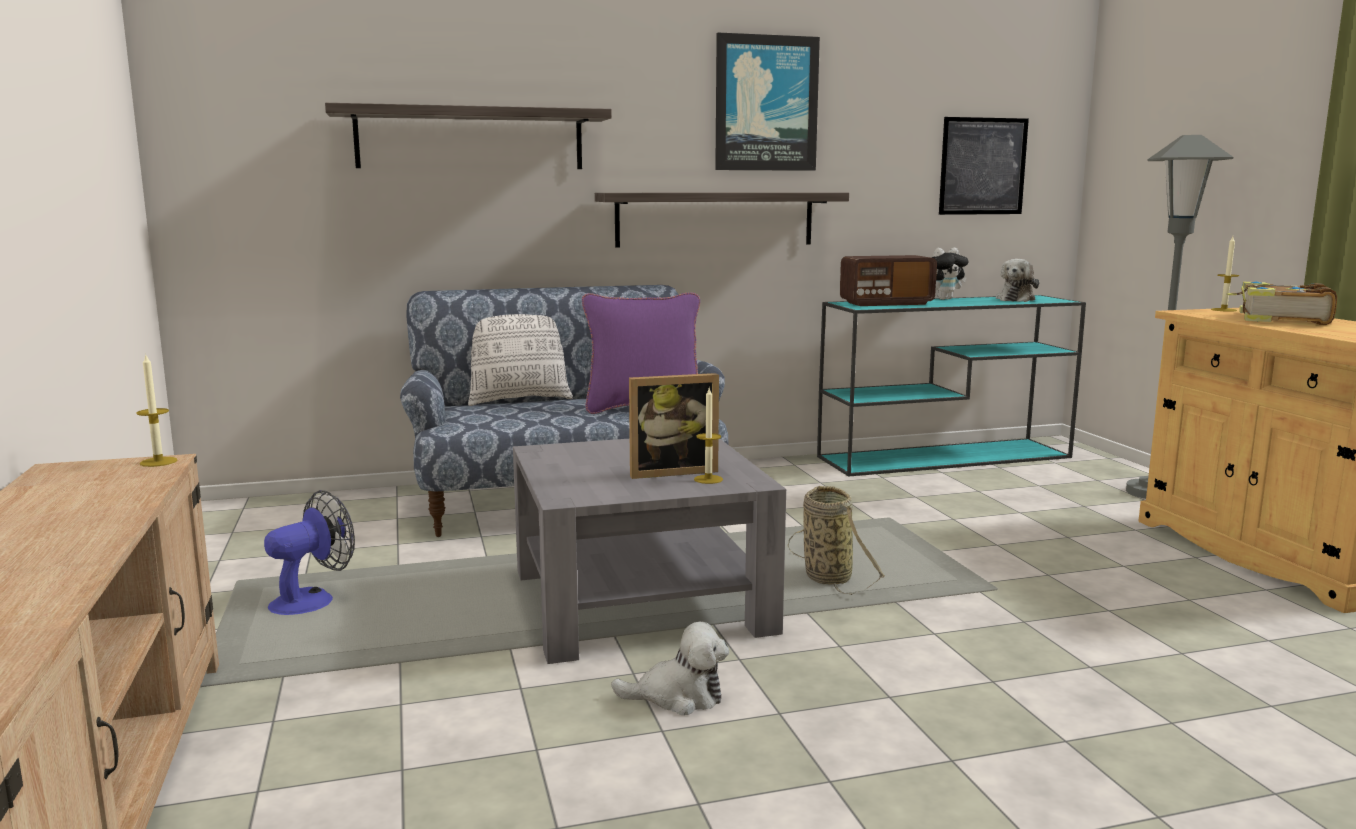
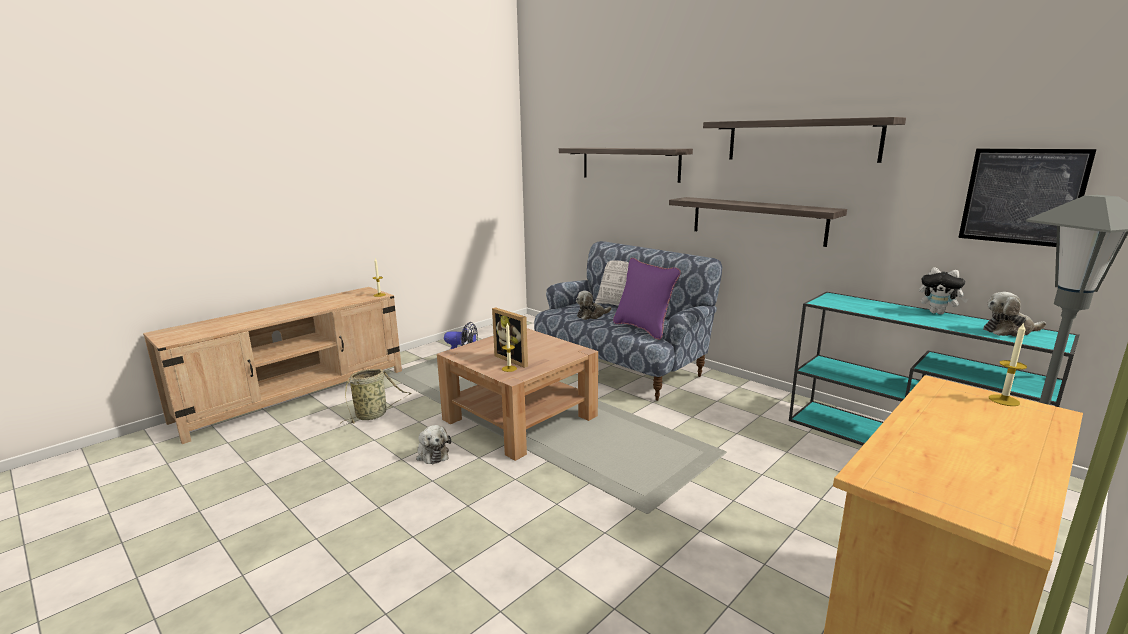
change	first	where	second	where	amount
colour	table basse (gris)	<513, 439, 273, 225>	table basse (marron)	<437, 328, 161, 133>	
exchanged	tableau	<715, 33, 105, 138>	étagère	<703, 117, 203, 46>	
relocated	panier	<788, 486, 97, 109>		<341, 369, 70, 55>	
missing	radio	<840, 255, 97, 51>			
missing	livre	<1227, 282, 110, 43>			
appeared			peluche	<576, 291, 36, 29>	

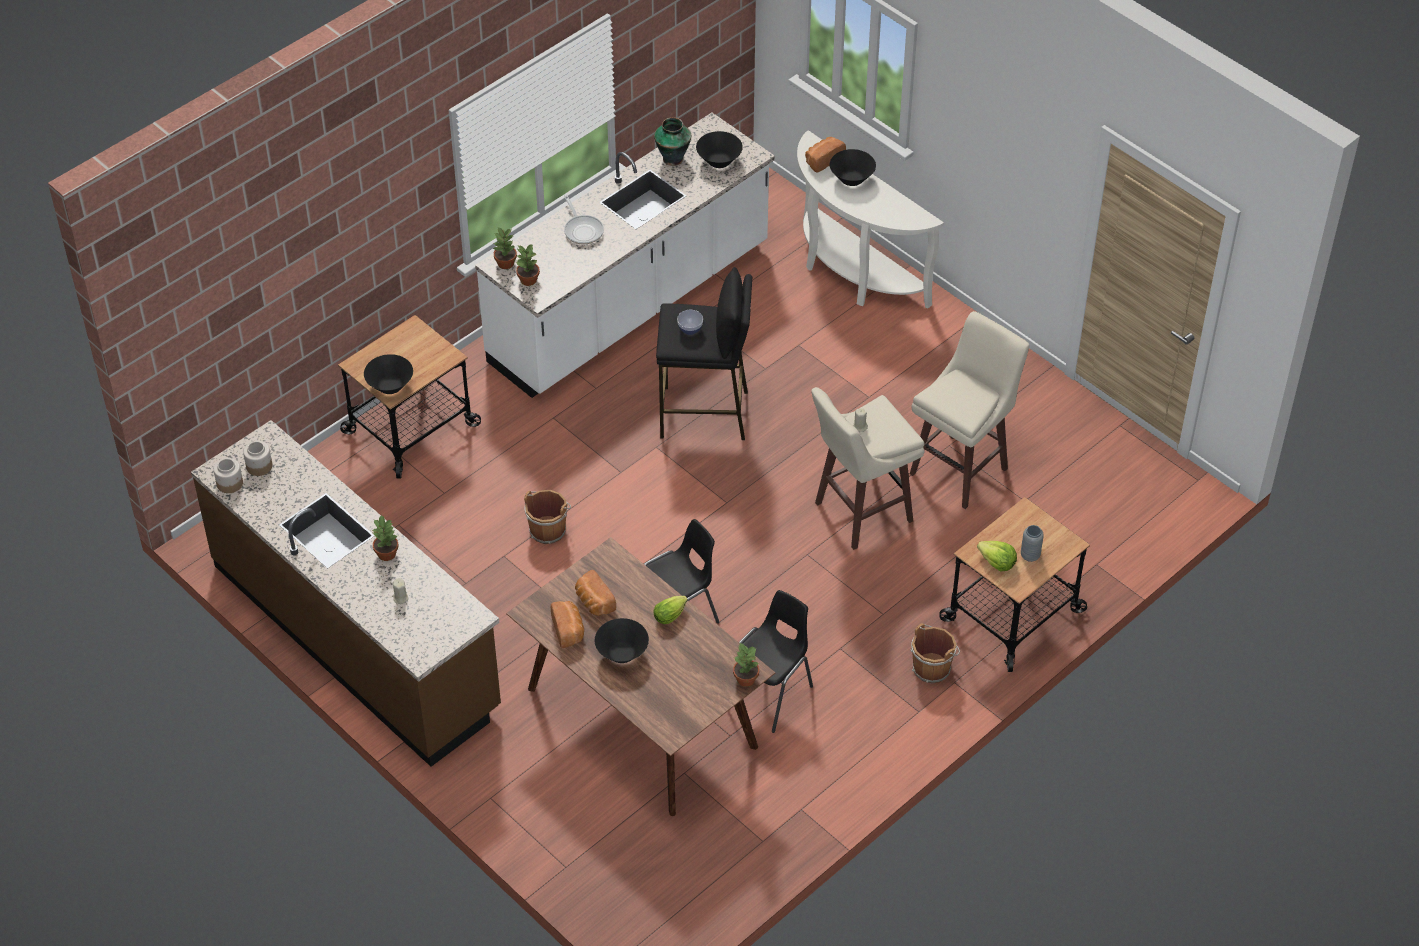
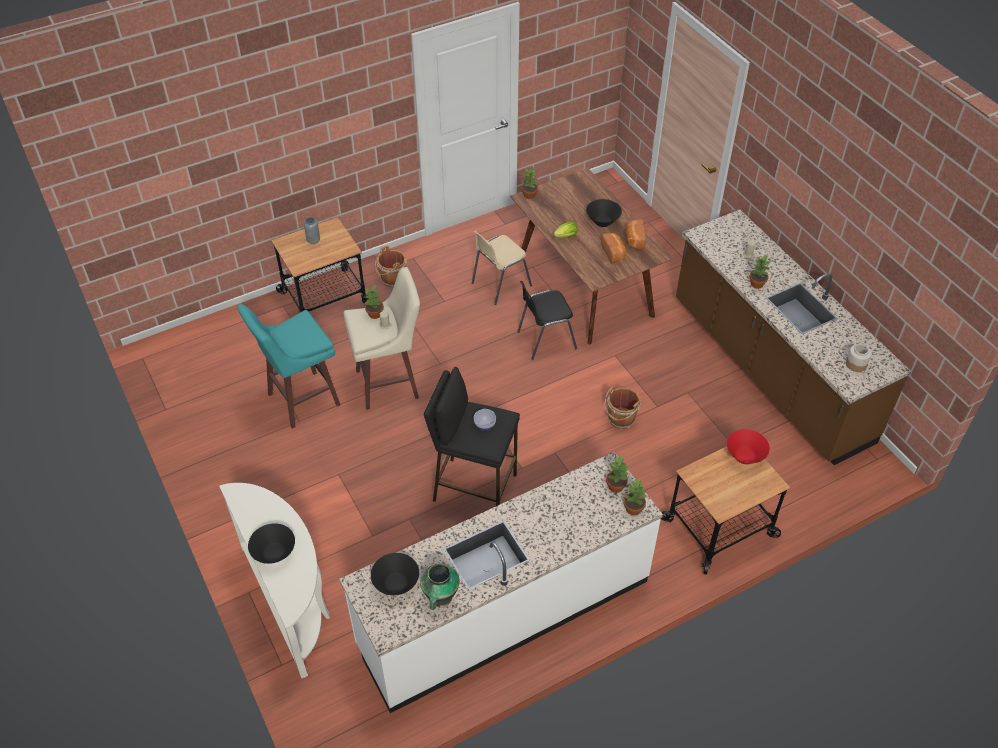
change	first	where	second	where	amount
missing	bocal	<213, 458, 30, 35>			
colour	bol (noir)	<364, 354, 49, 40>	bol (rouge)	<727, 429, 43, 35>	
missing	poêle	<564, 195, 40, 49>			
colour	chaise (noir)	<739, 590, 74, 143>	chaise (beige)	<472, 231, 60, 74>	
missing	pain	<805, 137, 41, 36>			
colour	tabouret (beige)	<910, 311, 120, 198>	tabouret (turquoise)	<237, 304, 103, 125>	
missing	laitue	<977, 541, 40, 30>			
appeared			plante en pot	<365, 285, 19, 34>	

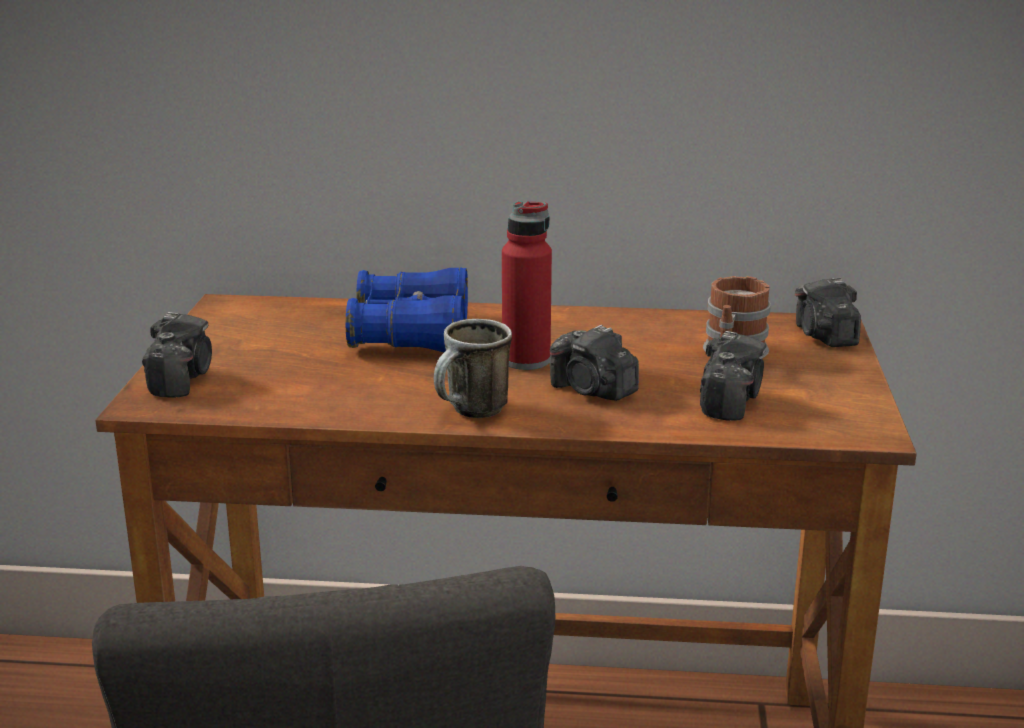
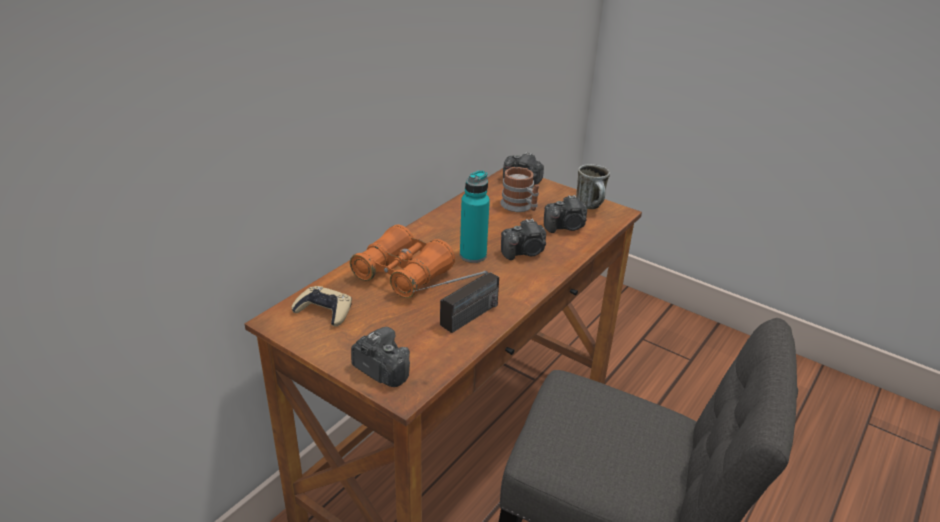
change	first	where	second	where	amount
colour	jumelles (bleu)	<346, 267, 122, 85>	jumelles (orange)	<350, 225, 105, 73>	
relocated	mug	<433, 319, 79, 99>		<576, 164, 34, 45>	
colour	bouteille (rouge)	<502, 201, 50, 169>	bouteille (turquoise)	<460, 170, 30, 93>	
spun	appareil photo	<700, 331, 66, 90>		<544, 195, 43, 38>	120 degrees clockwise
appeared			manette (beige)	<292, 286, 60, 40>	
appeared			radio	<413, 271, 86, 62>	

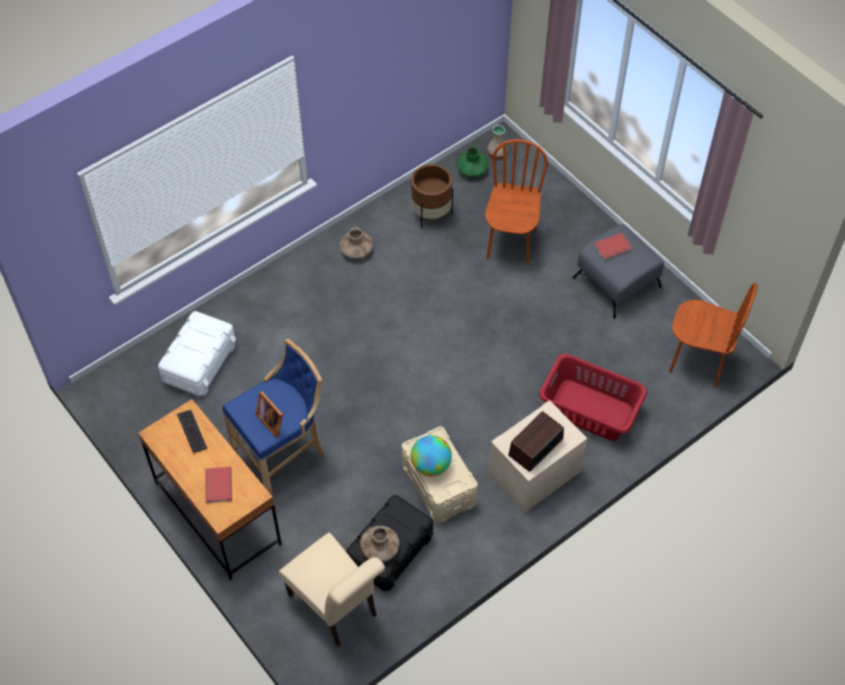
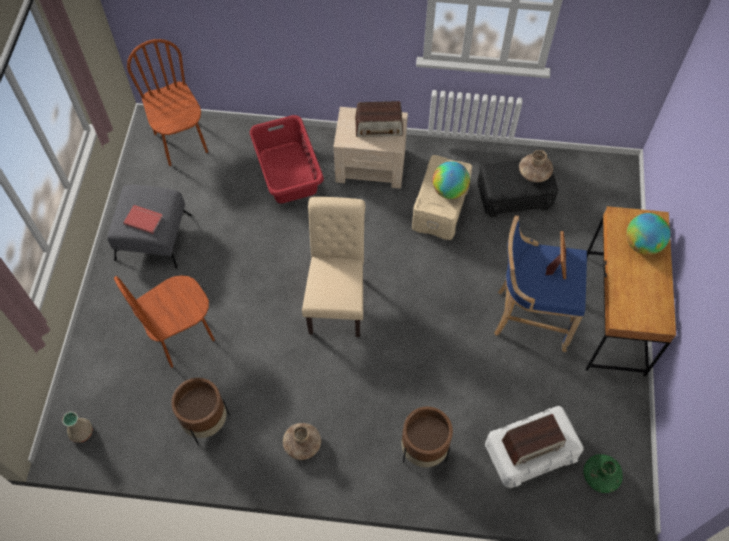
change	first	where	second	where	amount
missing	clavier	<177, 410, 30, 43>			
exchanged	livre (rouge)	<205, 467, 27, 36>	globe	<626, 213, 44, 42>	
relocated	chaise (beige)	<279, 532, 106, 114>		<302, 197, 63, 140>	
relocated	vase (vert)	<457, 146, 31, 31>		<583, 454, 40, 39>	
appeared			cache-pot (marron)	<401, 407, 52, 60>	
appeared			radio	<502, 414, 64, 52>	

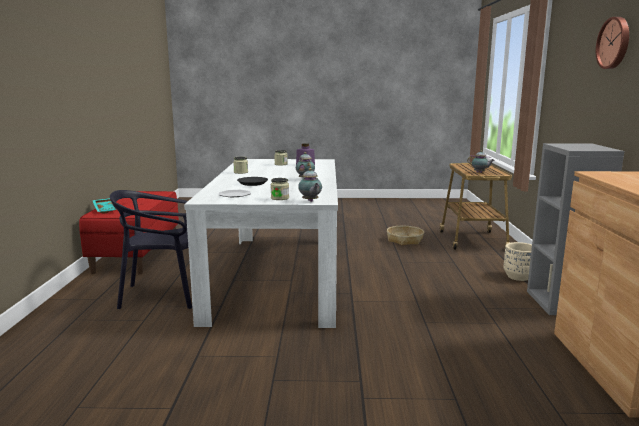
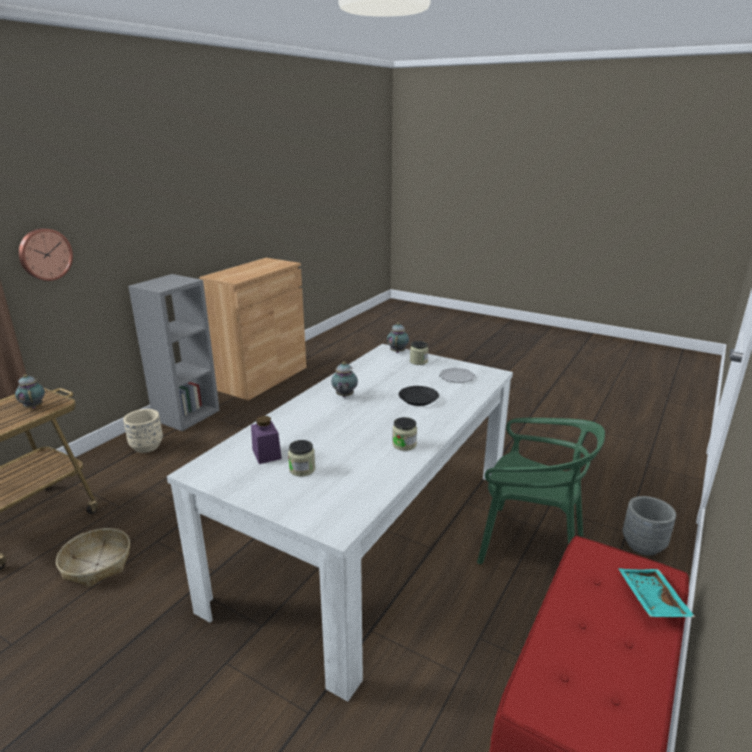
change	first	where	second	where	amount
colour	chaise (noir)	<110, 190, 82, 119>	chaise (vert)	<477, 418, 128, 146>	
relocated	horloge murale	<596, 17, 33, 52>		<19, 228, 54, 53>	
appeared			cache-pot (gris)	<623, 496, 53, 60>	

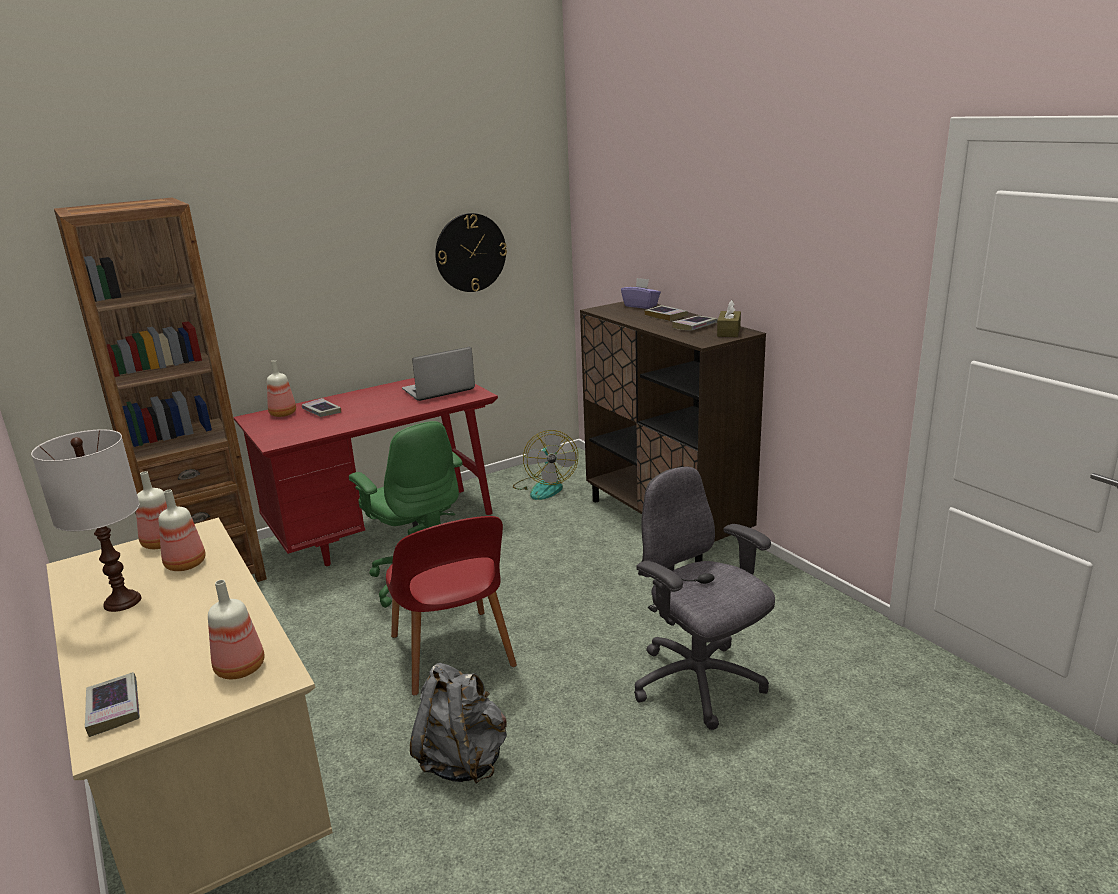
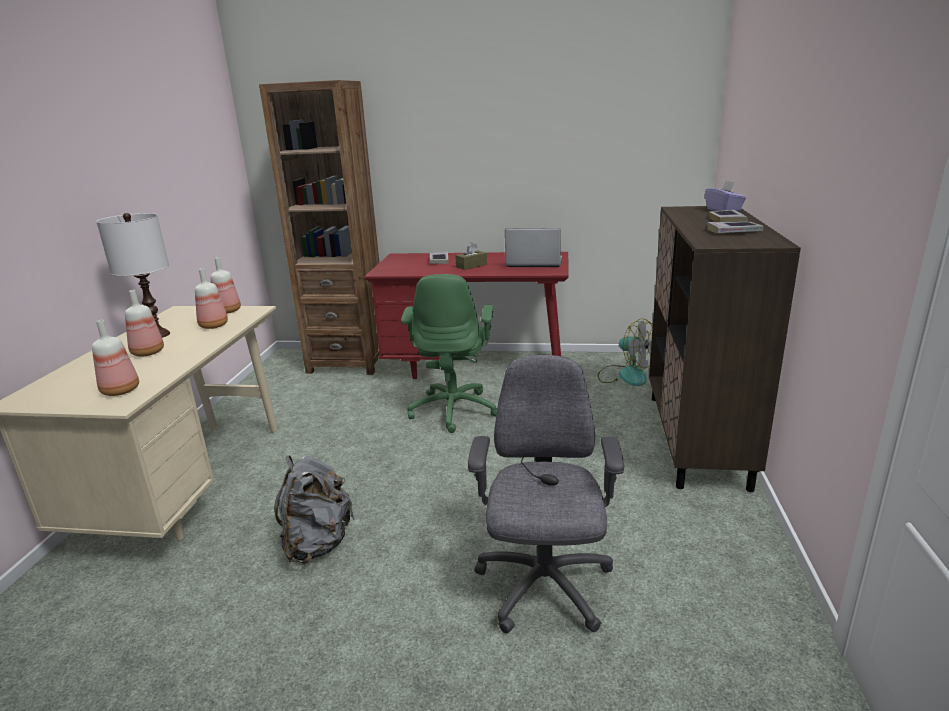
change	first	where	second	where	amount
missing	livre	<85, 672, 55, 65>			
relocated	bouteille	<267, 360, 29, 57>		<125, 290, 39, 67>	
missing	chaise (rouge)	<386, 516, 131, 179>			
missing	horloge murale	<435, 213, 72, 79>			
spun	ventilateur	<513, 430, 65, 70>		<598, 318, 55, 68>	75 degrees counterclockwise
relocated	boîte à mouchoirs (marron)	<717, 300, 24, 37>		<455, 242, 32, 28>	

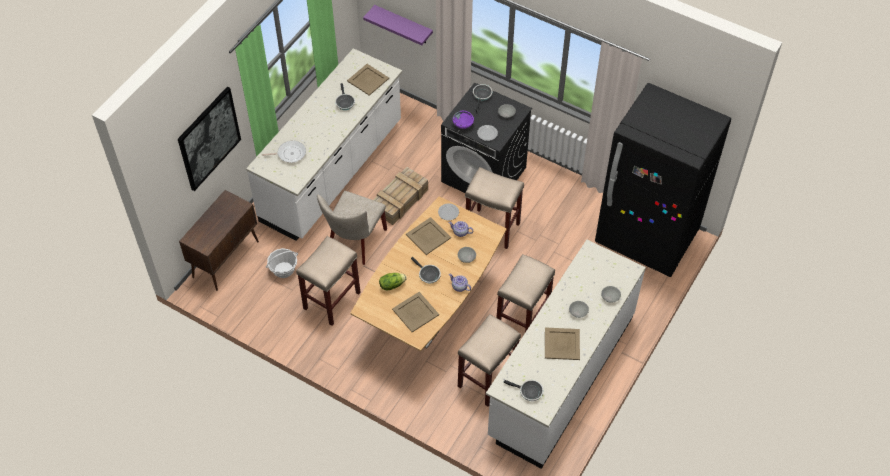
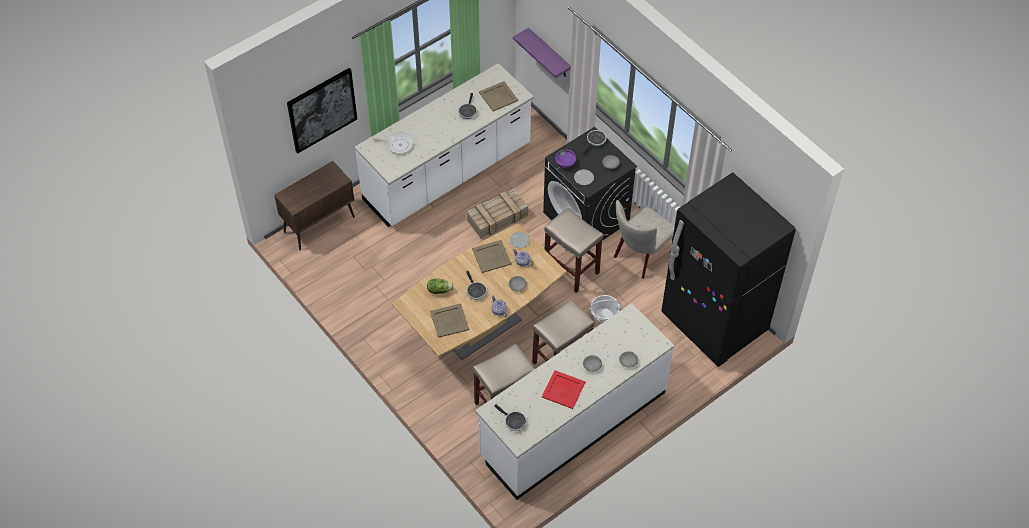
change	first	where	second	where	amount
relocated	panier	<266, 248, 32, 30>		<588, 295, 34, 29>	
missing	tabouret (beige)	<296, 236, 65, 90>			
relocated	chaise (beige)	<317, 191, 70, 74>		<614, 200, 61, 79>	
colour	plateau (beige)	<545, 327, 35, 33>	plateau (rouge)	<542, 370, 43, 39>	

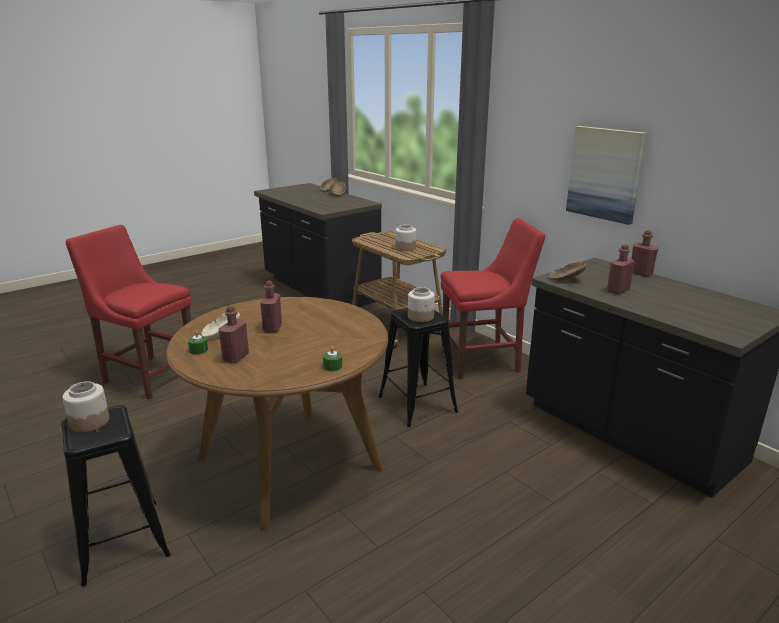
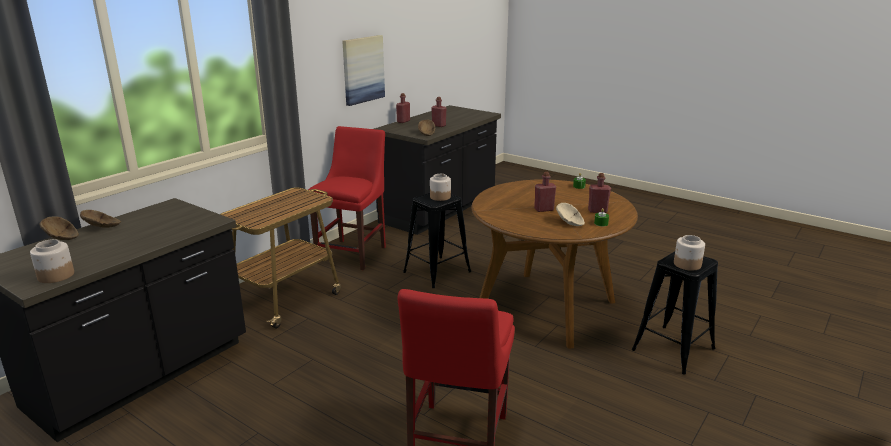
change	first	where	second	where	amount
relocated	bocal	<395, 225, 21, 26>		<30, 239, 44, 44>	
spun	chaise (rouge)	<441, 218, 104, 161>		<308, 126, 78, 144>	45 degrees clockwise

